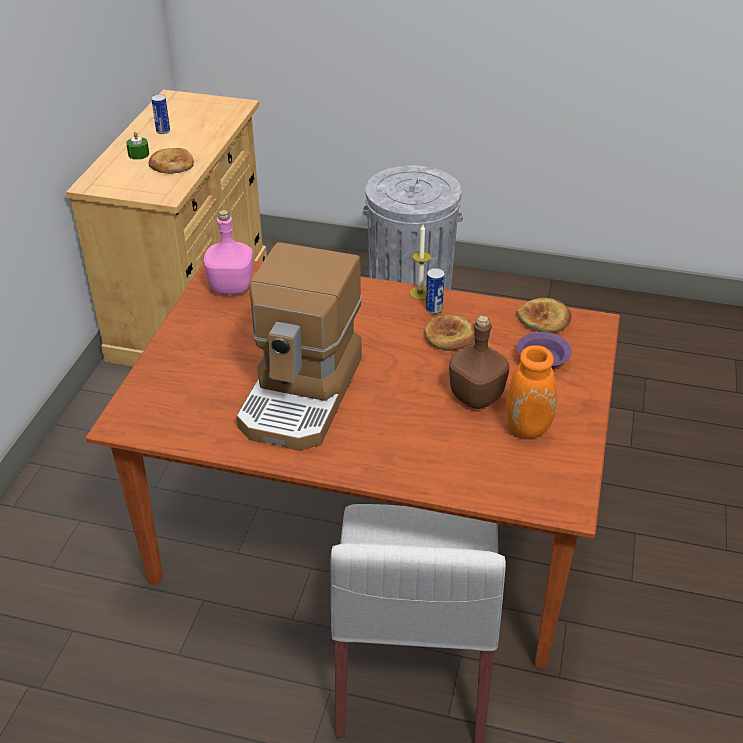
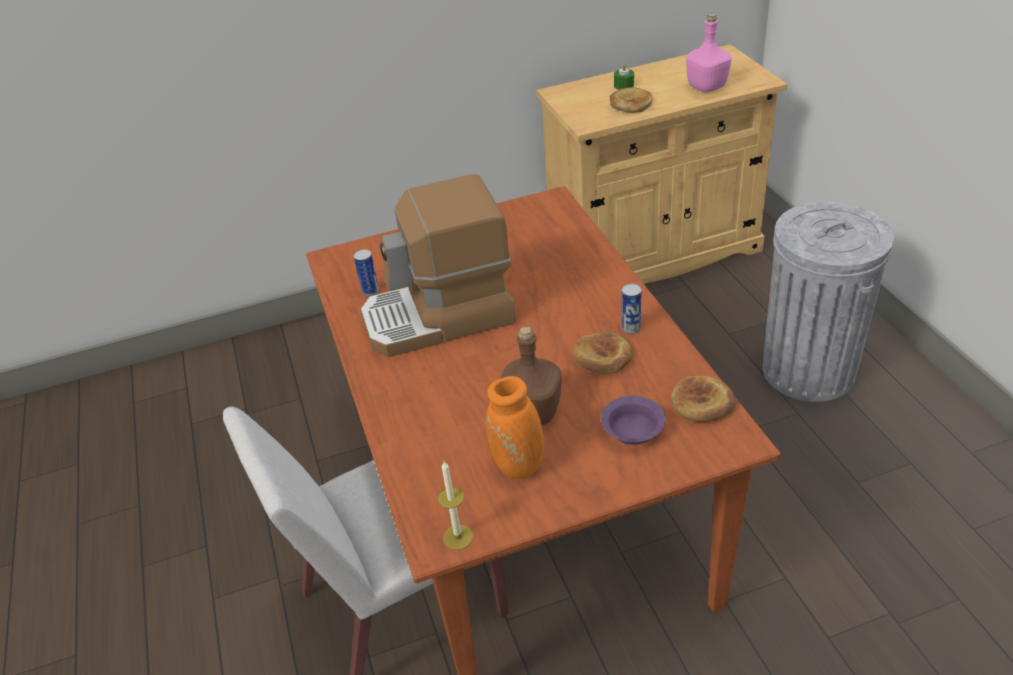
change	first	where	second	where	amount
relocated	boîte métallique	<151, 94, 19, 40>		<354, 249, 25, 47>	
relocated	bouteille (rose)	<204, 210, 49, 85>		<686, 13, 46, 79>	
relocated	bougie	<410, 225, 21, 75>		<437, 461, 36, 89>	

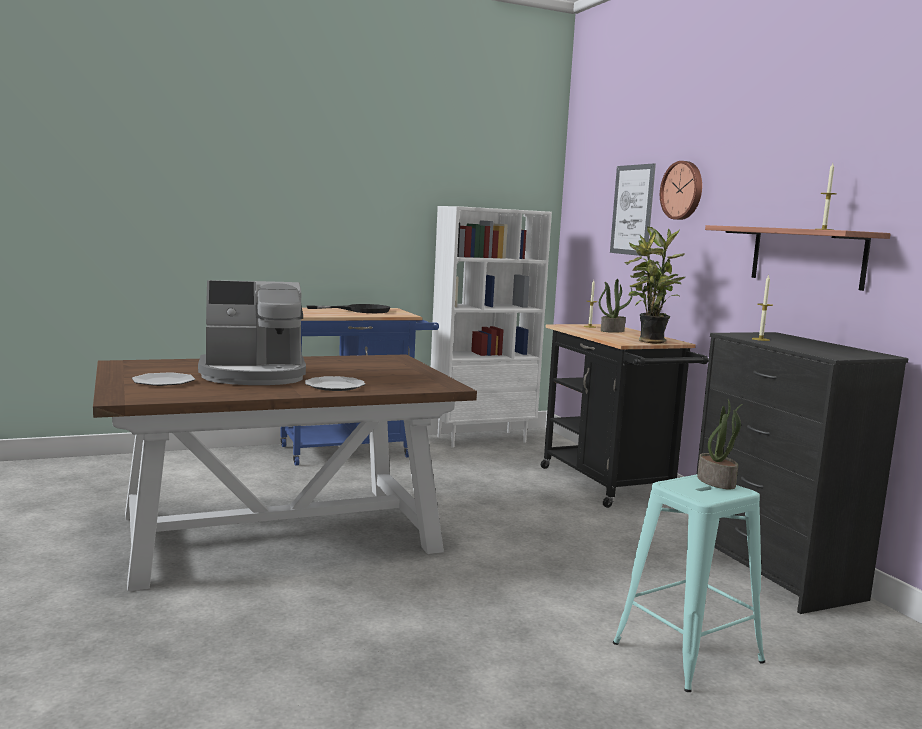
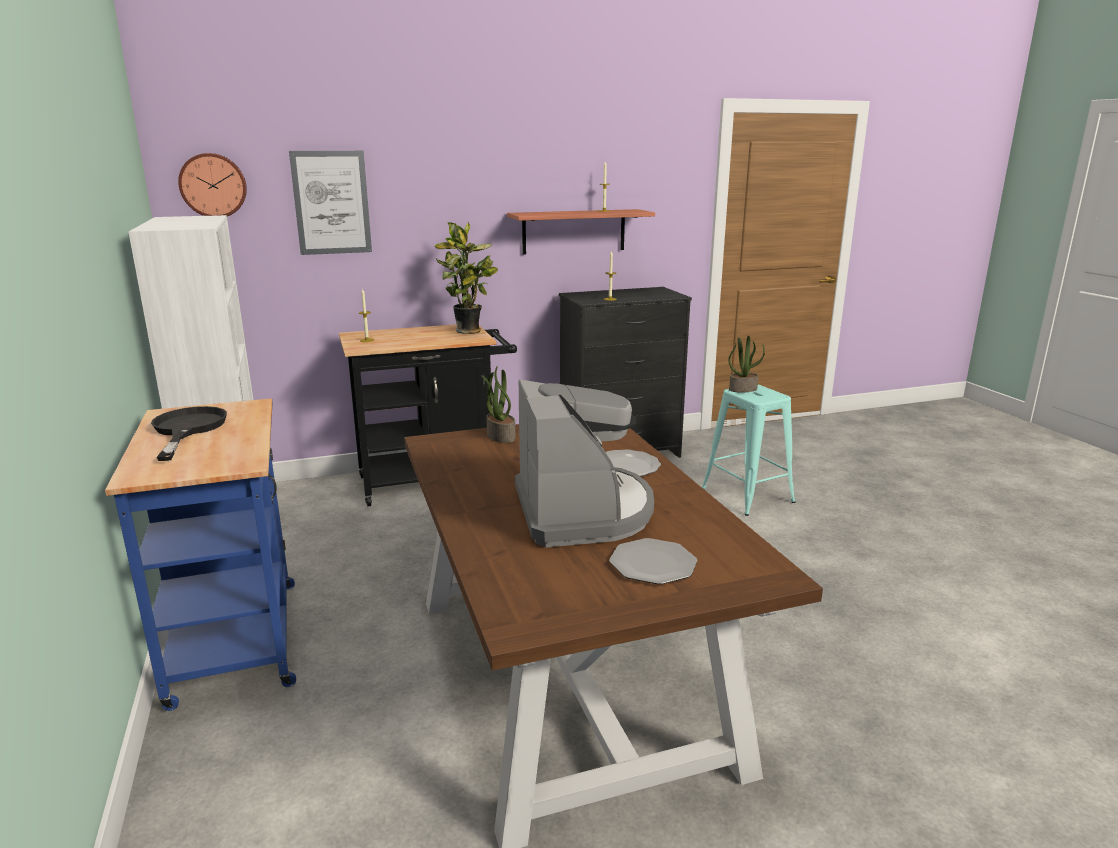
change	first	where	second	where	amount
relocated	plante en pot	<599, 279, 33, 54>		<481, 366, 34, 77>	
relocated	horloge murale	<660, 161, 42, 59>		<178, 153, 69, 63>	

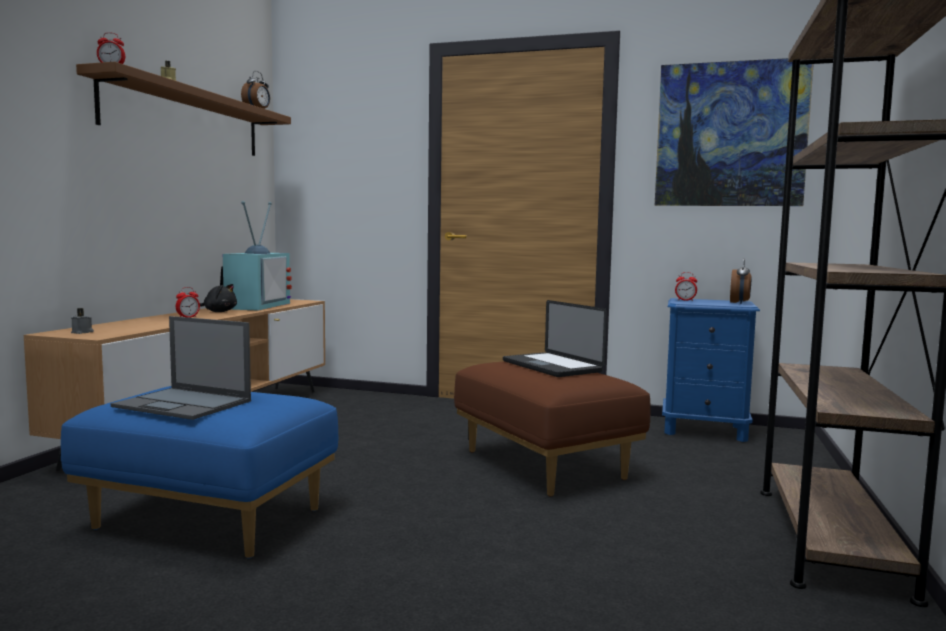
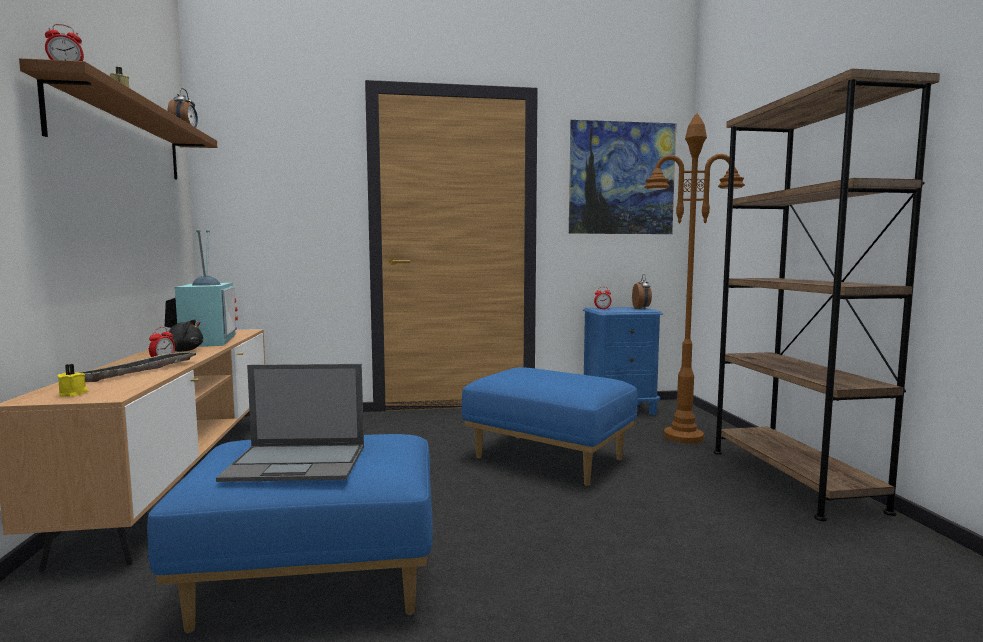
change	first	where	second	where	amount
colour	bougie (gris)	<71, 308, 23, 26>	bougie (jaune)	<58, 364, 30, 33>	
colour	pouf (marron)	<454, 361, 196, 135>	pouf (bleu)	<461, 367, 177, 119>	
missing	ordinateur portable	<503, 300, 104, 77>			
appeared			plateau	<77, 352, 121, 30>	
appeared			lampadaire (marron)	<644, 113, 101, 330>	

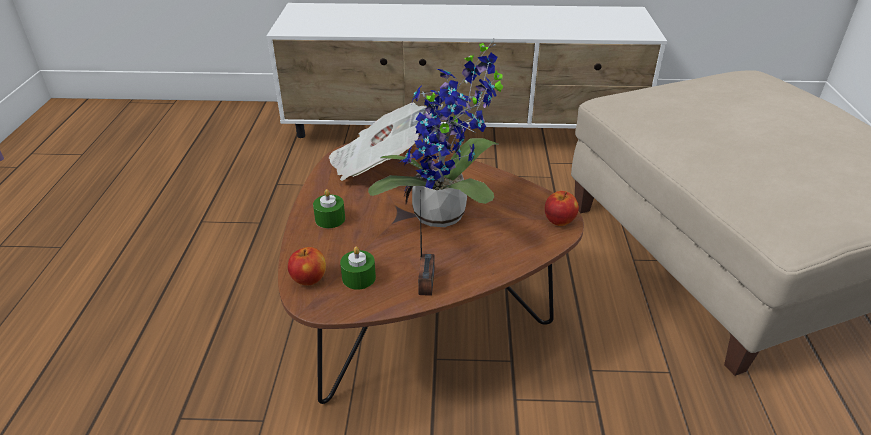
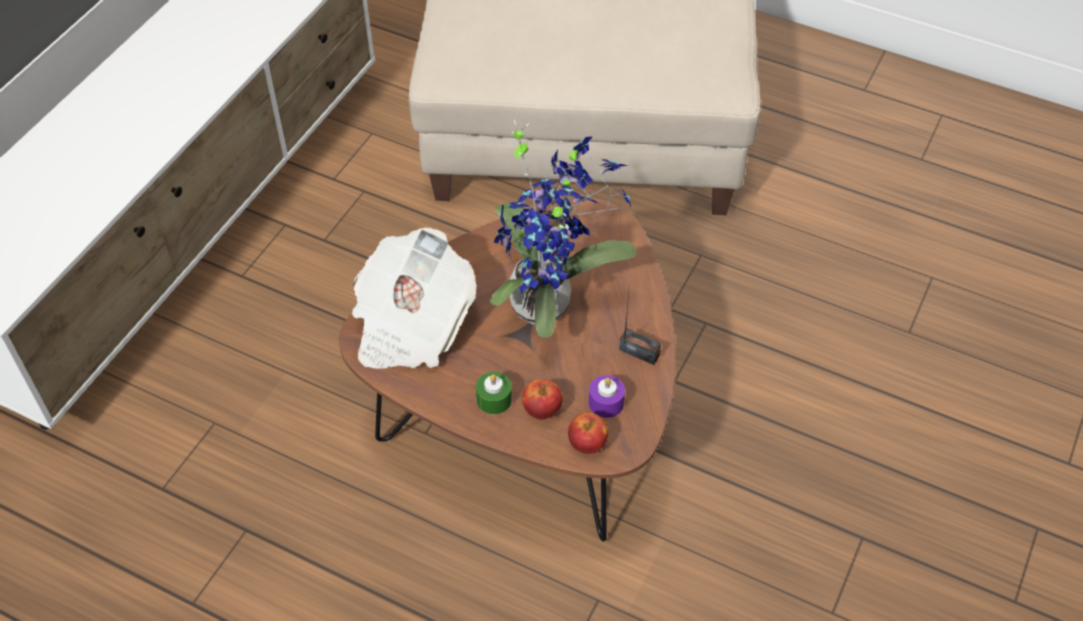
change	first	where	second	where	amount
colour	bougie (vert)	<340, 246, 36, 44>	bougie (violet)	<589, 375, 36, 43>	
relocated	pomme	<545, 191, 34, 35>		<522, 379, 40, 41>	

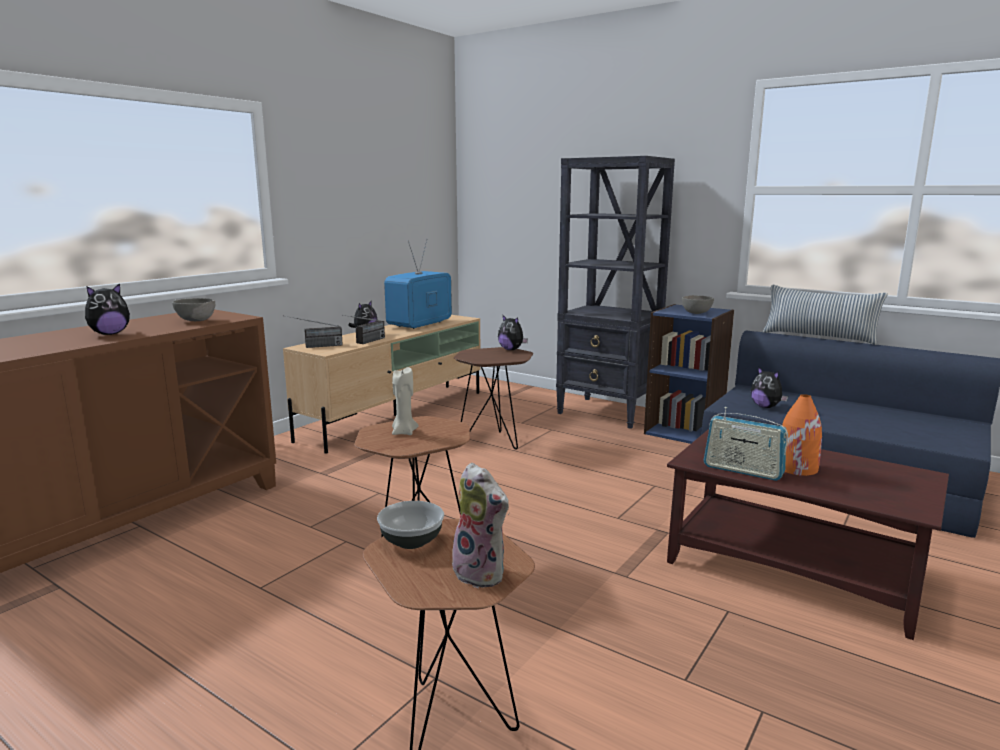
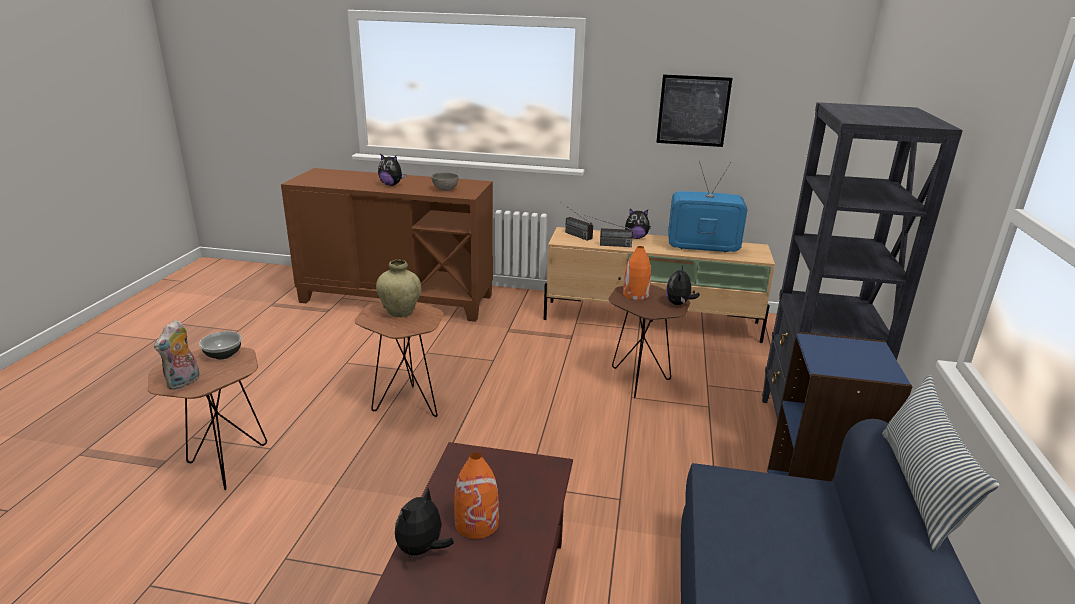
change	first	where	second	where	amount
exchanged	bougie (beige)	<392, 367, 27, 68>	vase (beige)	<376, 260, 45, 57>	
missing	bol (gris)	<682, 295, 32, 19>			
missing	radio	<704, 407, 84, 74>			
relocated	peluche	<751, 367, 37, 41>		<395, 488, 59, 72>	
appeared			vase (orange)	<623, 246, 28, 54>	
appeared			tableau	<656, 74, 77, 73>	

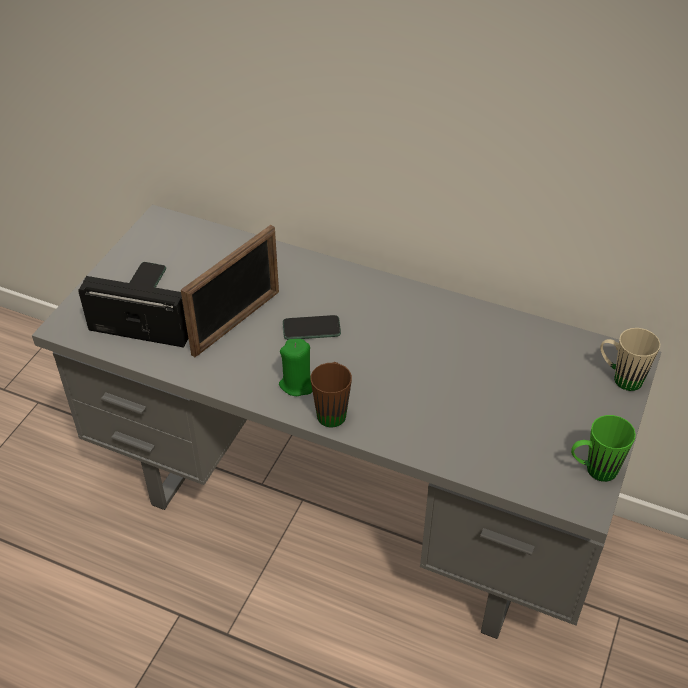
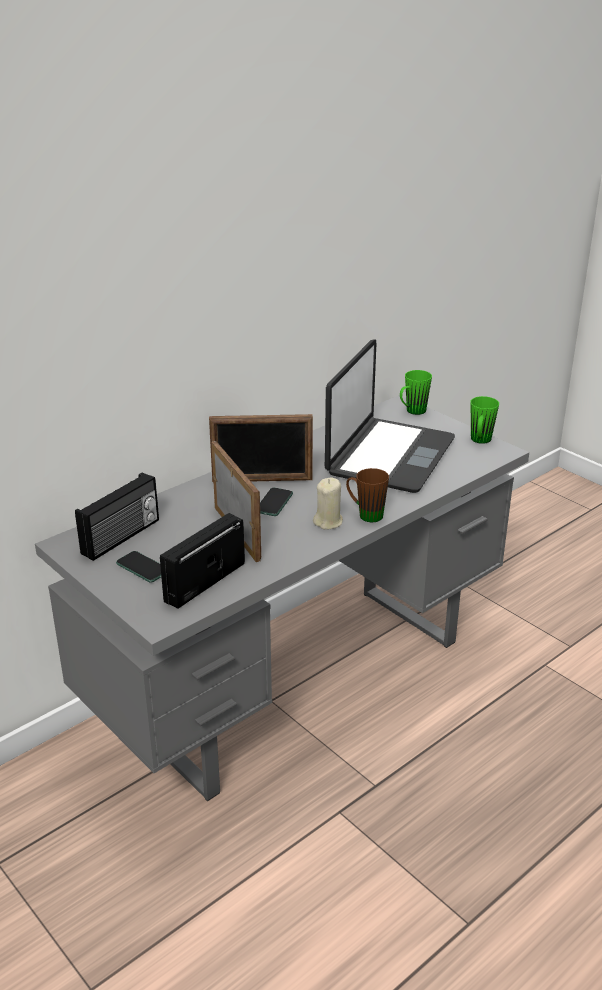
change	first	where	second	where	amount
colour	bougie (vert)	<279, 339, 34, 57>	bougie (beige)	<313, 477, 30, 53>	
colour	mug (beige)	<600, 328, 60, 63>	mug (vert)	<400, 370, 32, 45>	
appeared			radio	<75, 473, 84, 88>	
appeared			cadre photo	<209, 414, 104, 68>	
appeared			ordinateur portable	<324, 339, 131, 154>	

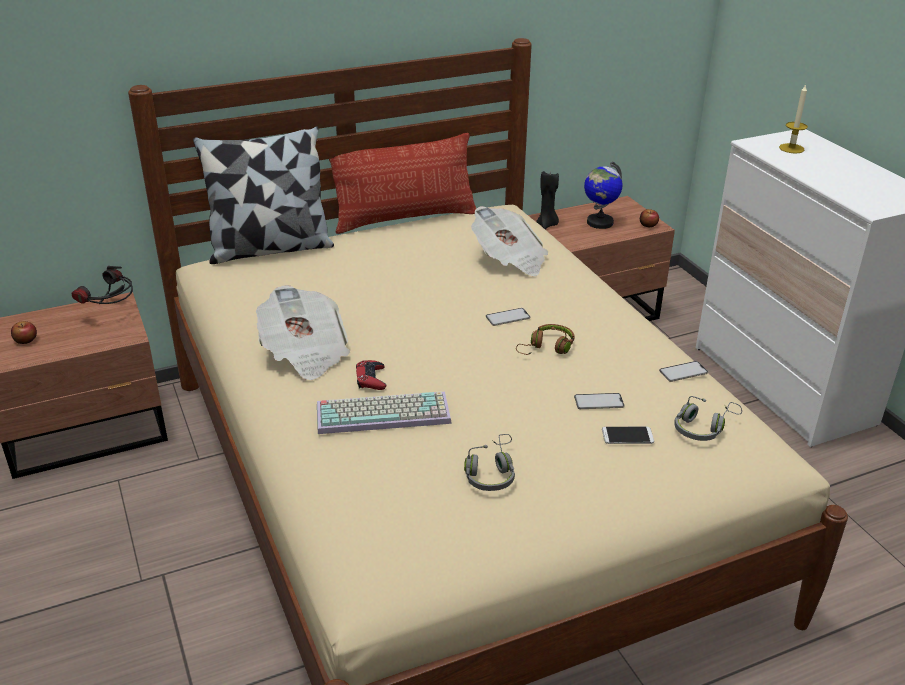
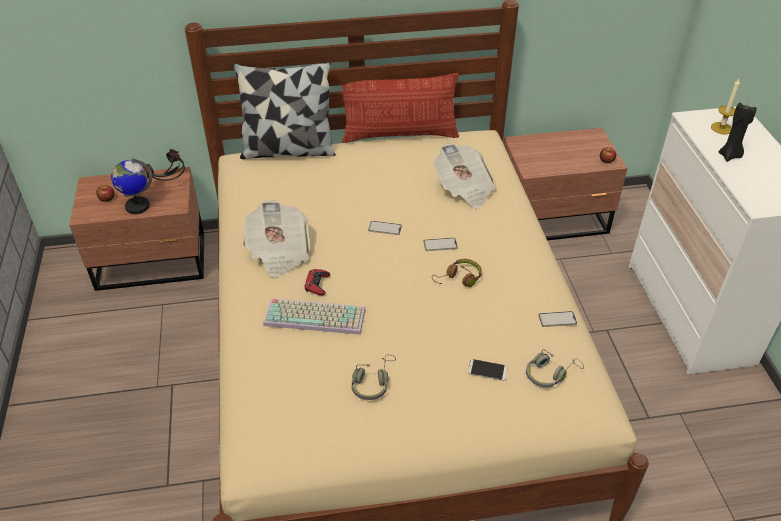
change	first	where	second	where	amount
relocated	bougie (noir)	<536, 171, 23, 58>		<719, 102, 38, 60>	
relocated	téléphone	<574, 393, 50, 16>		<368, 221, 34, 14>	
relocated	globe	<584, 161, 39, 68>		<111, 159, 42, 55>	

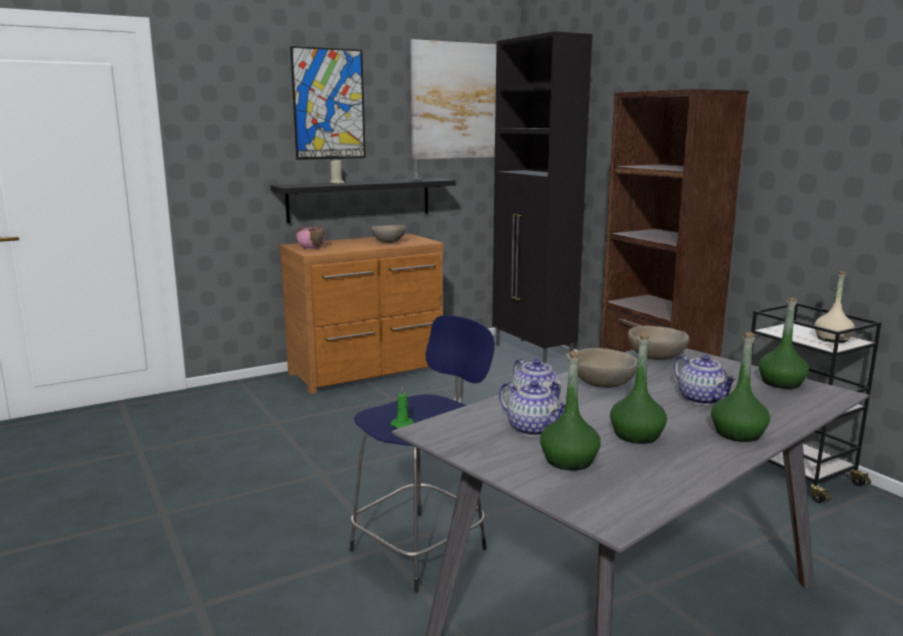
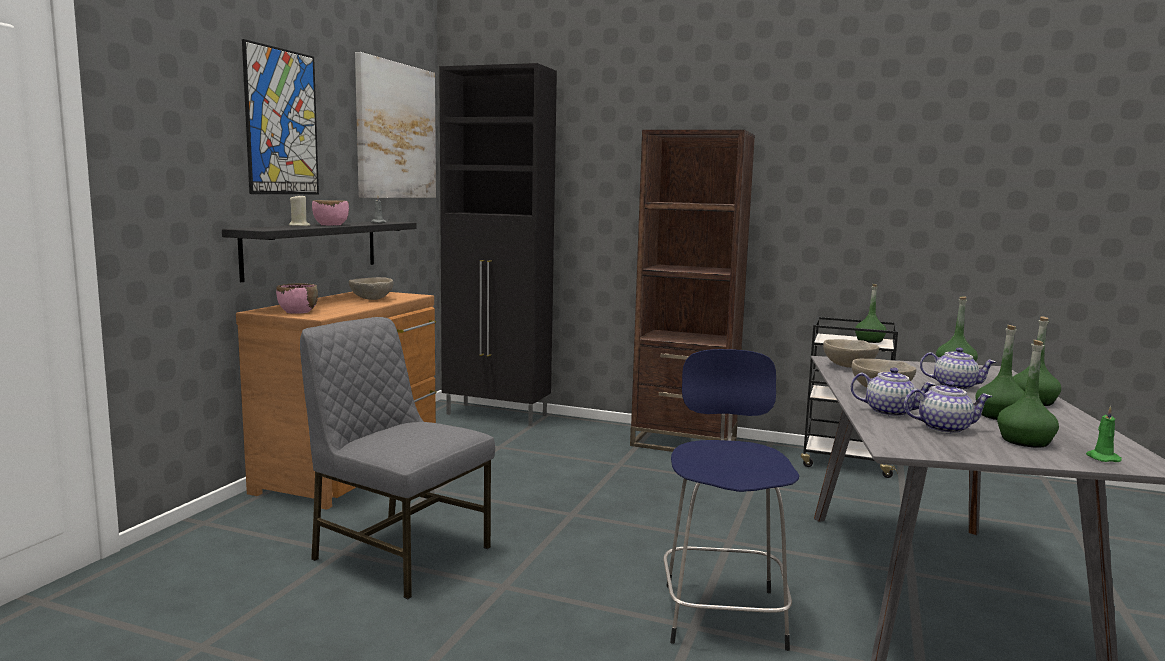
change	first	where	second	where	amount
relocated	bougie (vert)	<391, 386, 23, 42>		<1086, 406, 36, 56>	
colour	bouteille (beige)	<814, 271, 41, 72>	bouteille (vert)	<855, 284, 31, 59>	
appeared			chaise (gris)	<300, 317, 195, 282>	
appeared			bol (rose)	<312, 200, 37, 25>	

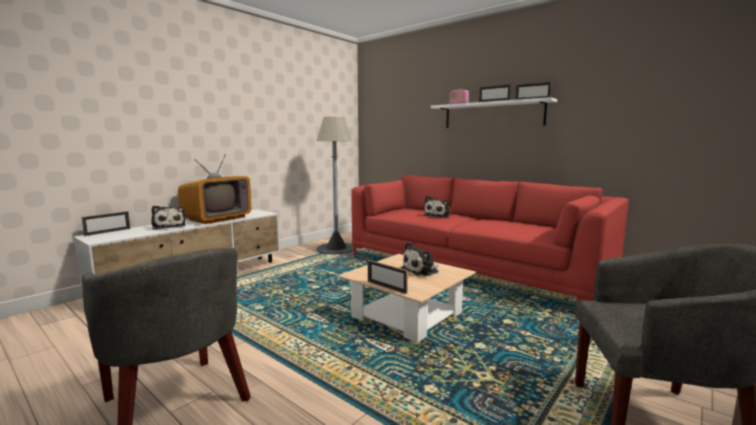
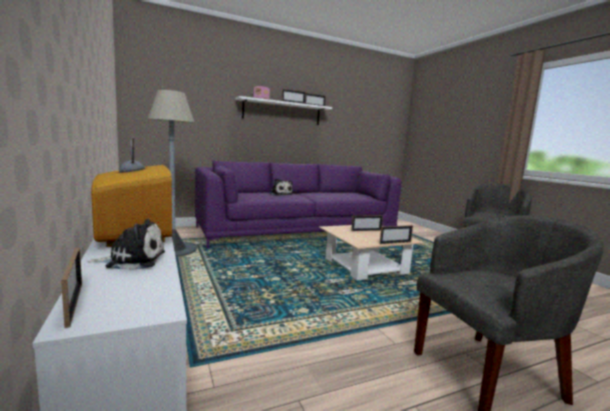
change	first	where	second	where	amount
colour	canapé (rouge)	<351, 175, 278, 126>	canapé (violet)	<195, 161, 207, 88>	
exchanged	peluche	<401, 242, 38, 34>	cadre photo	<351, 216, 32, 15>	

